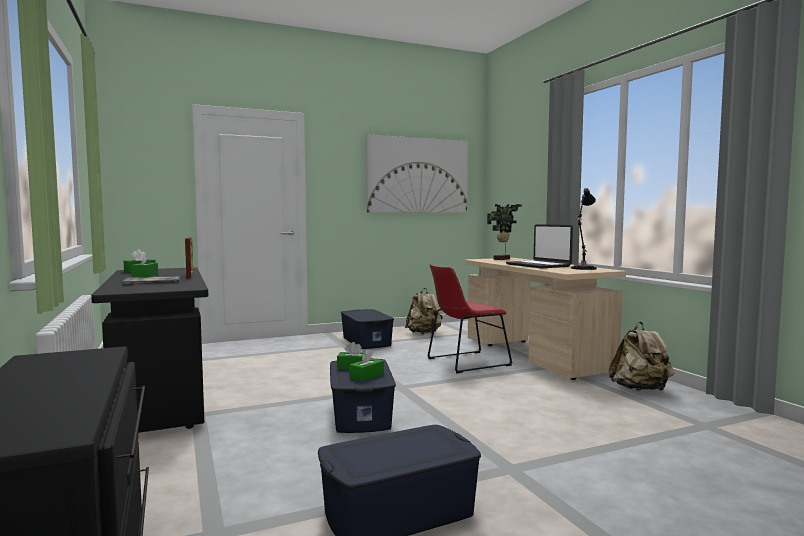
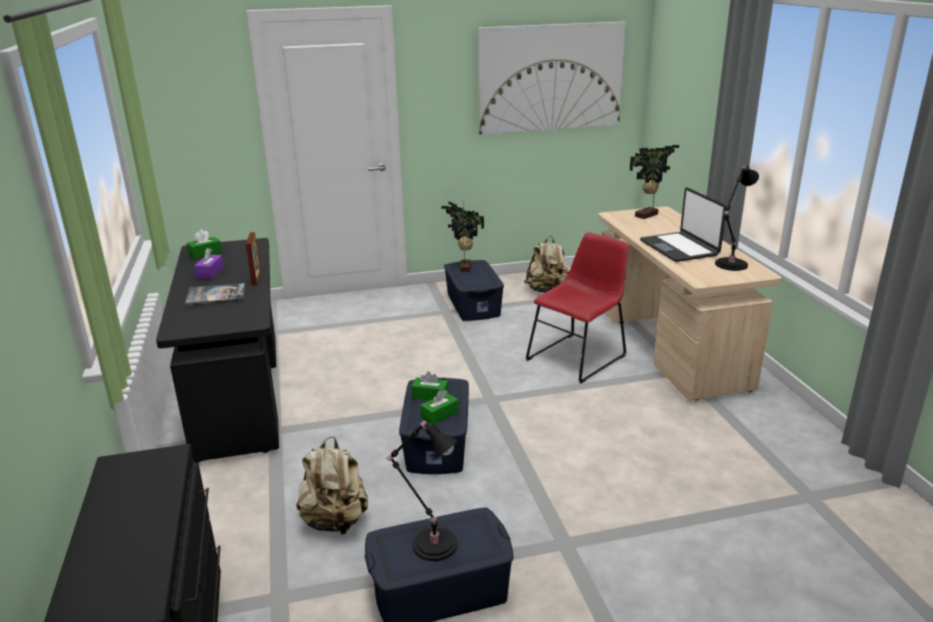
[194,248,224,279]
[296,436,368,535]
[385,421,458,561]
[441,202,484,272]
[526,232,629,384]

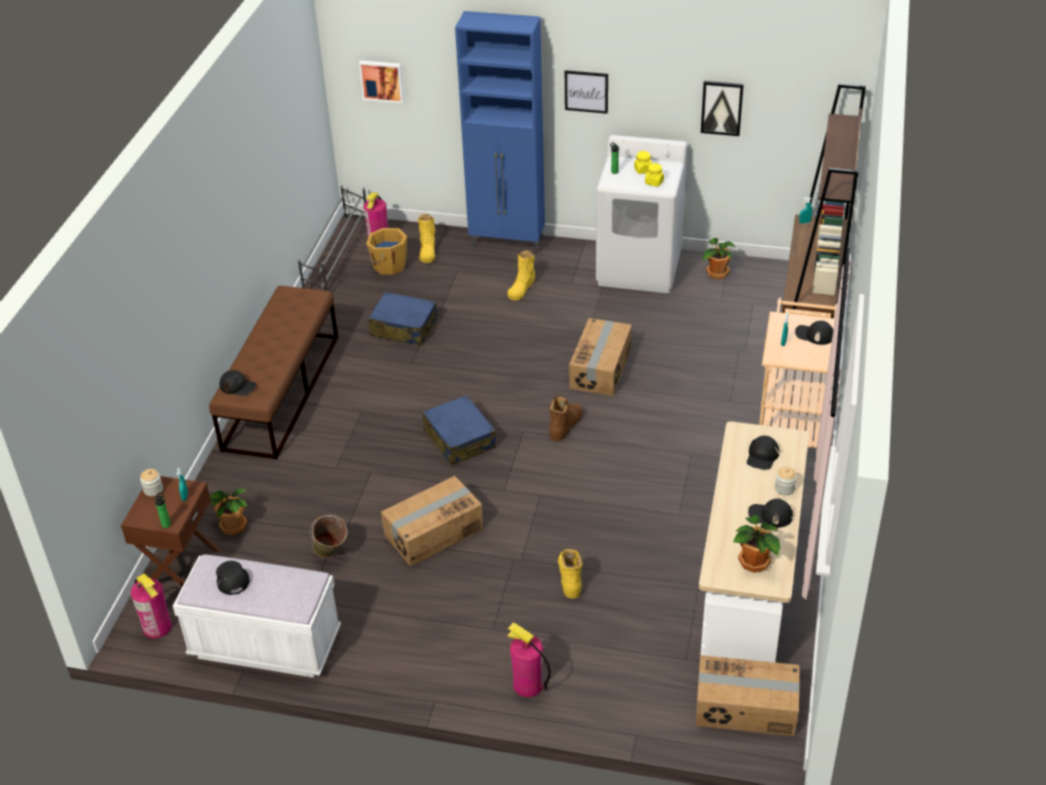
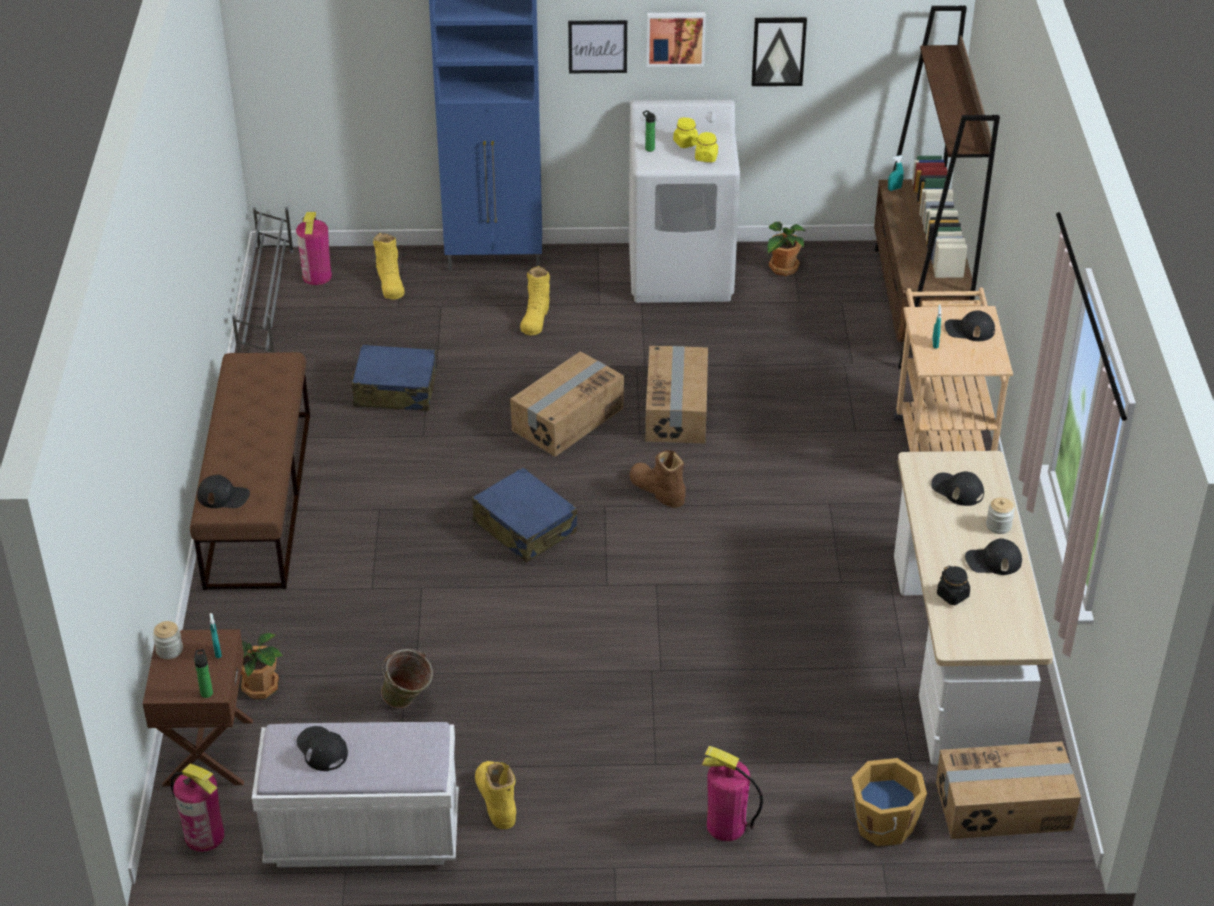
[475,761,516,829]
[510,351,624,457]
[630,450,686,508]
[647,12,706,67]
[851,758,927,846]
[931,471,984,506]
[937,565,970,605]
[733,515,780,573] (first image)

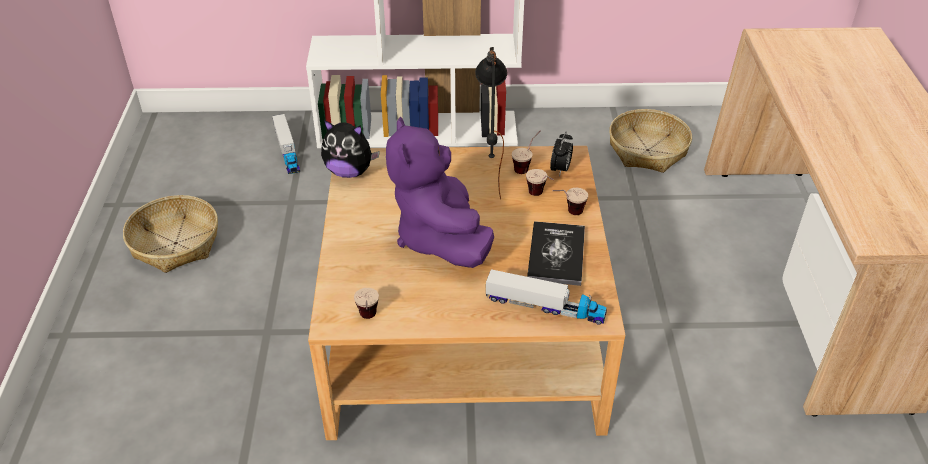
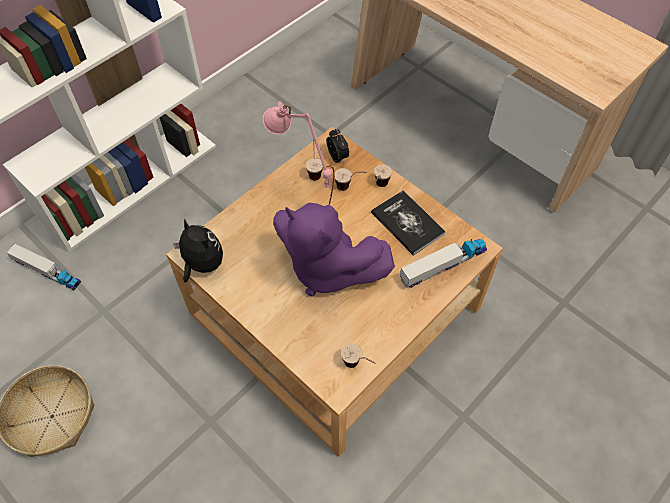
[173,218,223,282]
[263,101,335,205]
[609,109,692,173] (first image)

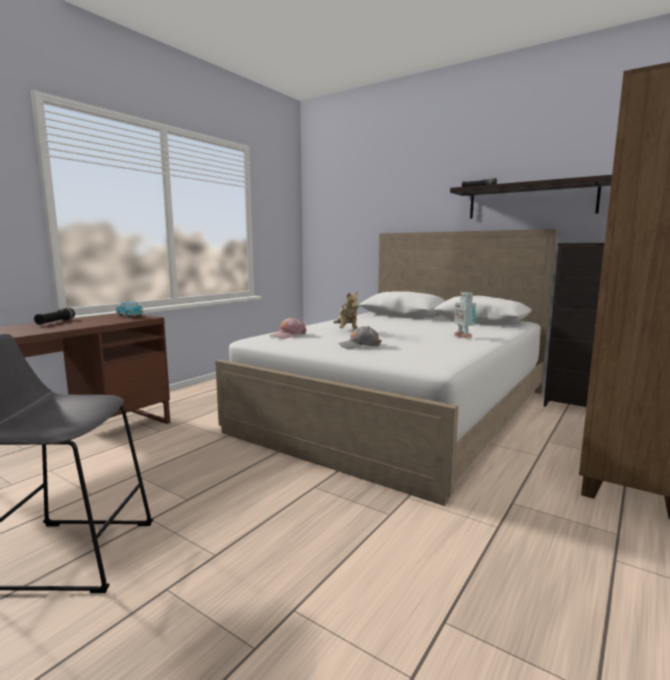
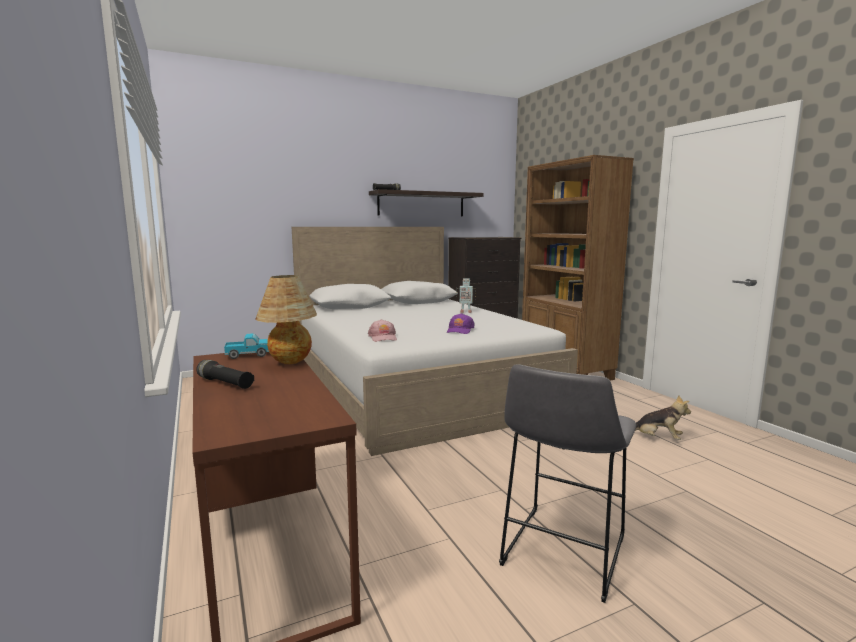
[255,275,317,364]
[447,313,475,334]
[635,395,691,440]

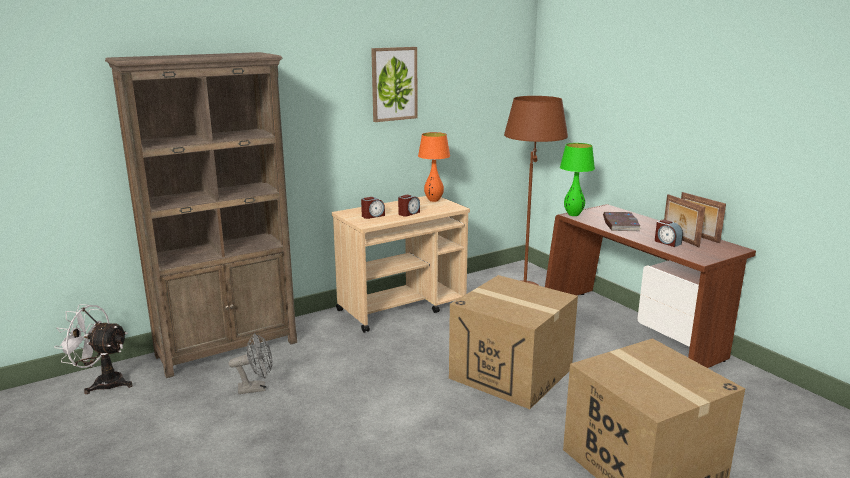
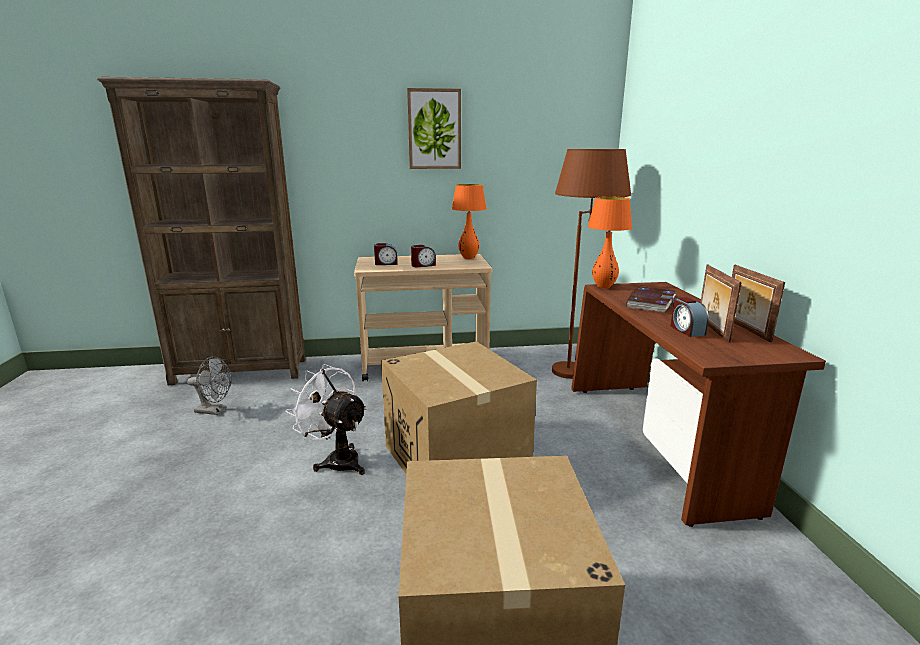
[286,364,367,475]
[588,196,632,288]

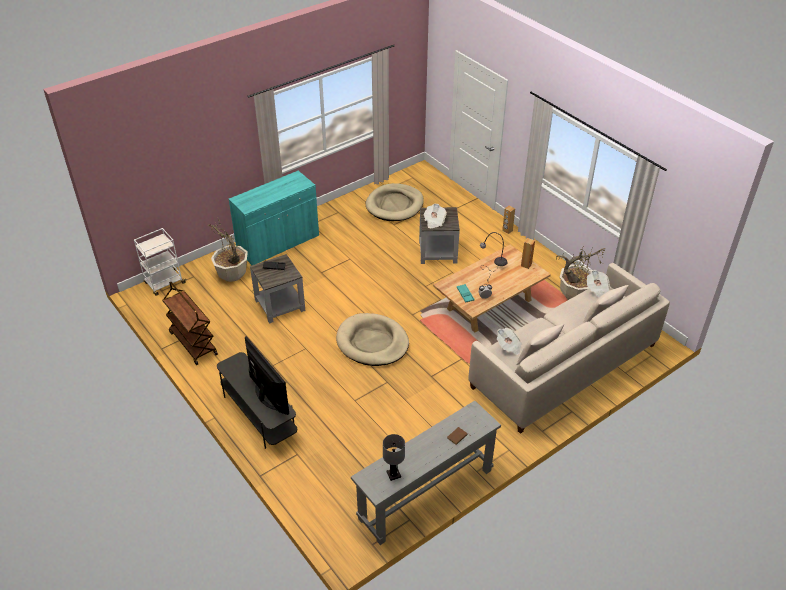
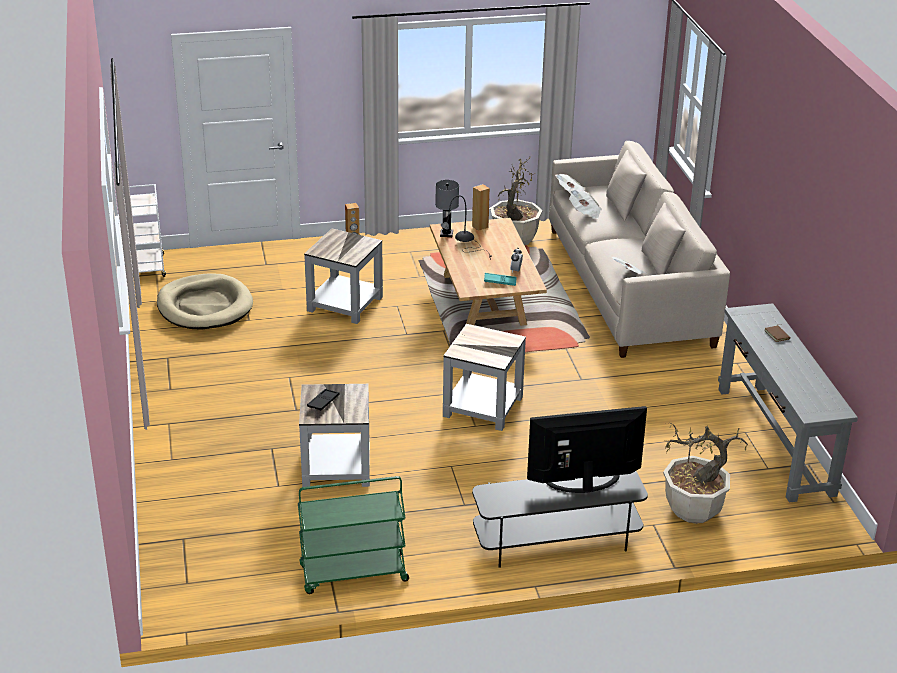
[124,184,166,278]
[298,476,409,594]
[435,180,459,237]
[443,324,526,431]
[569,189,602,219]
[663,423,748,524]
[229,171,319,265] (first image)

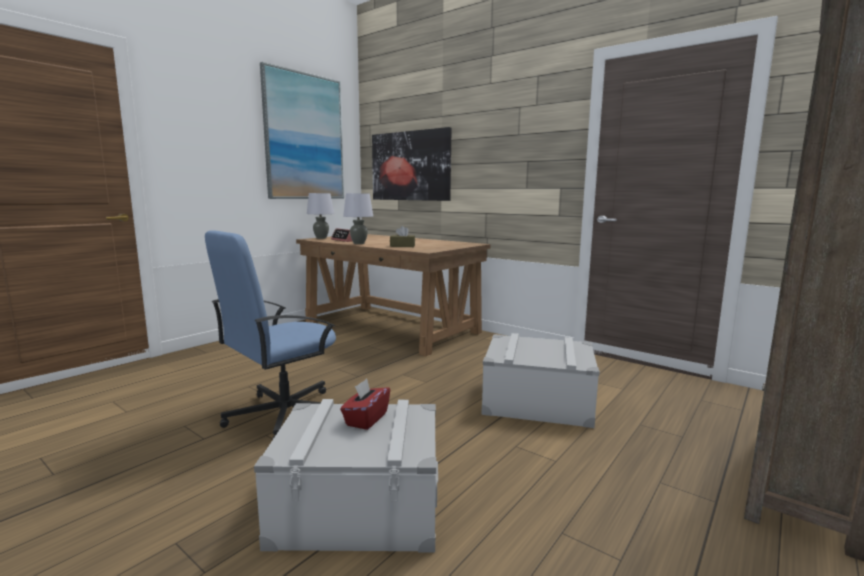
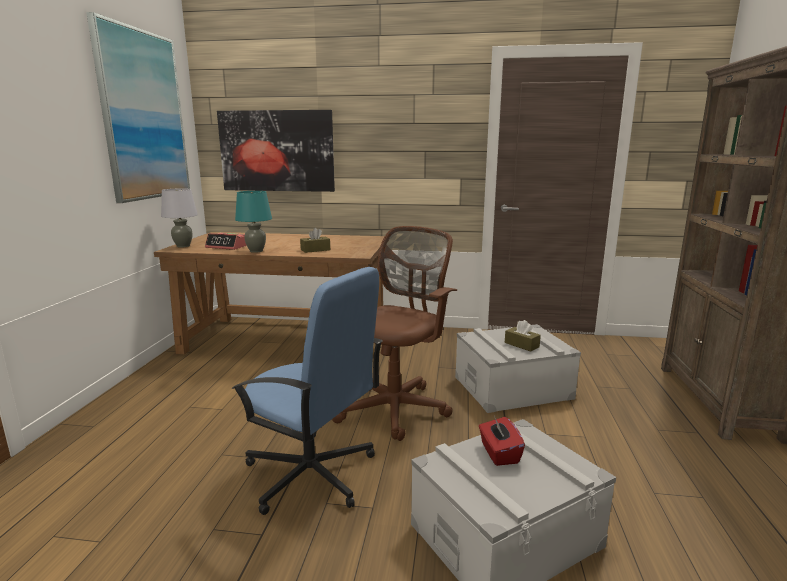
[231,267,383,515]
[235,191,272,253]
[332,226,457,441]
[505,320,541,352]

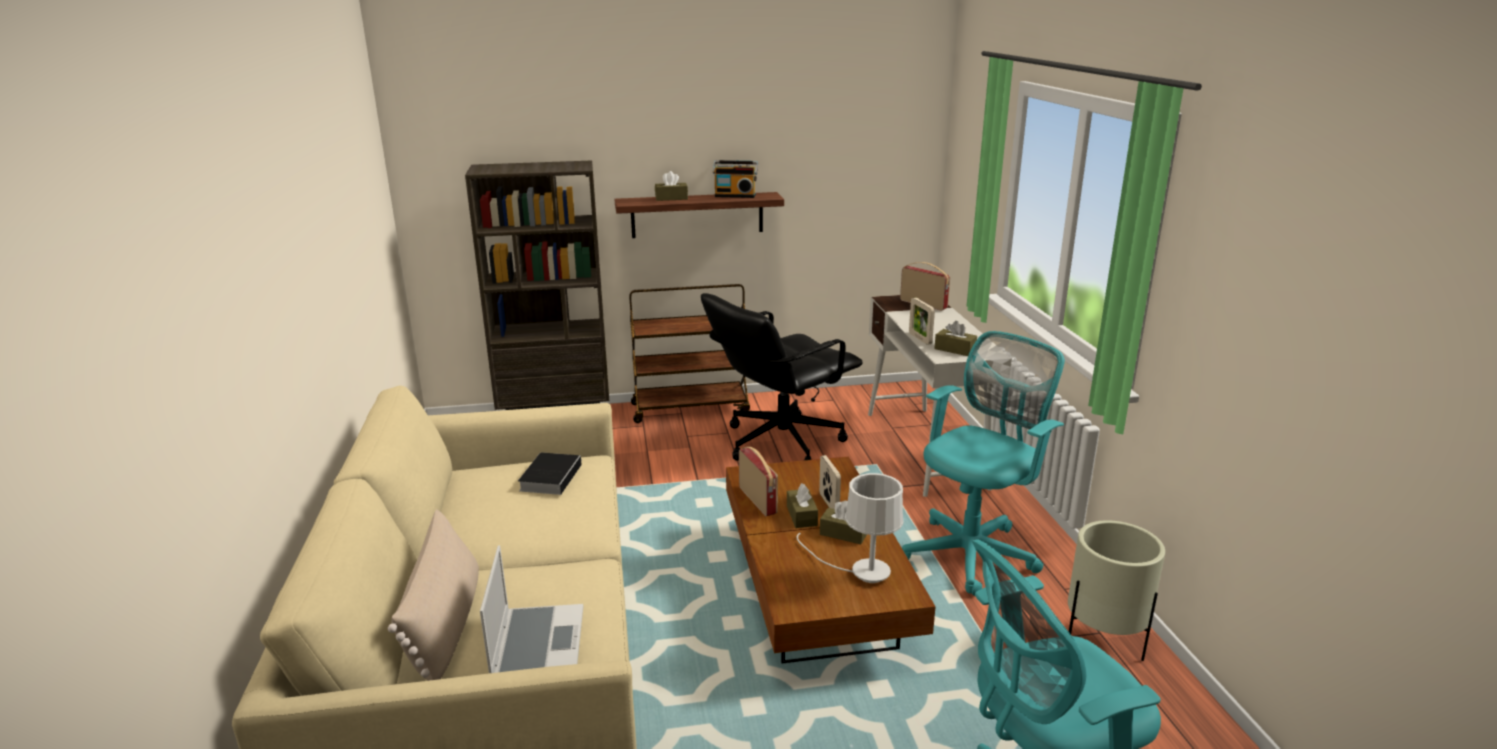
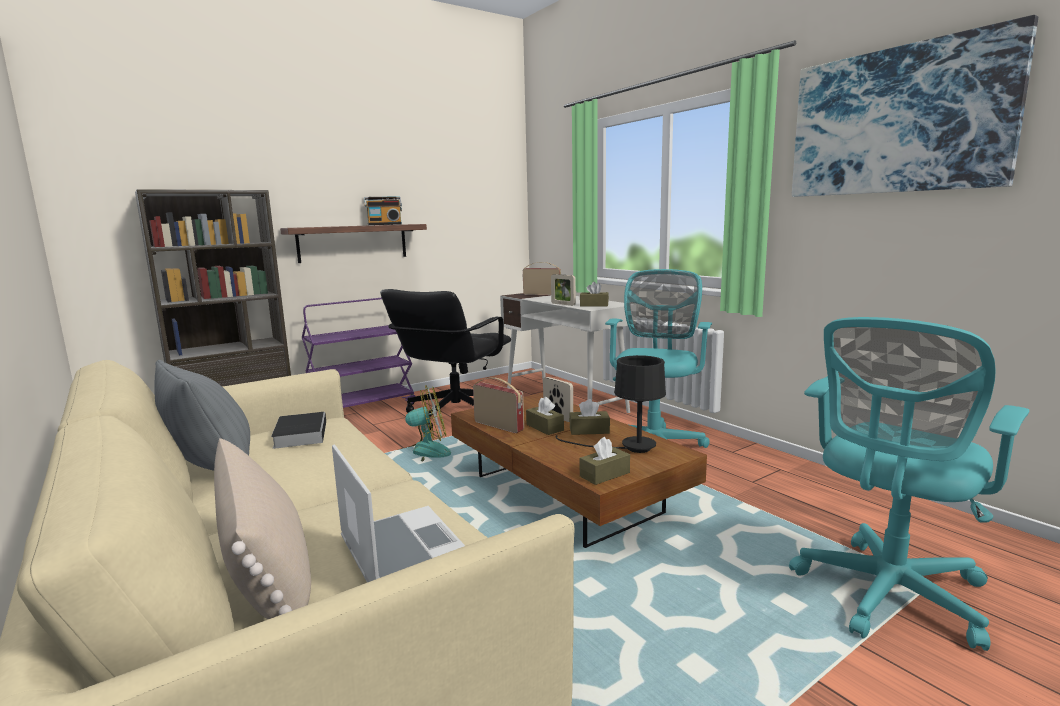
[154,360,250,471]
[302,298,415,408]
[398,385,451,462]
[556,355,666,453]
[580,437,630,485]
[792,15,1038,197]
[1068,520,1165,661] (first image)

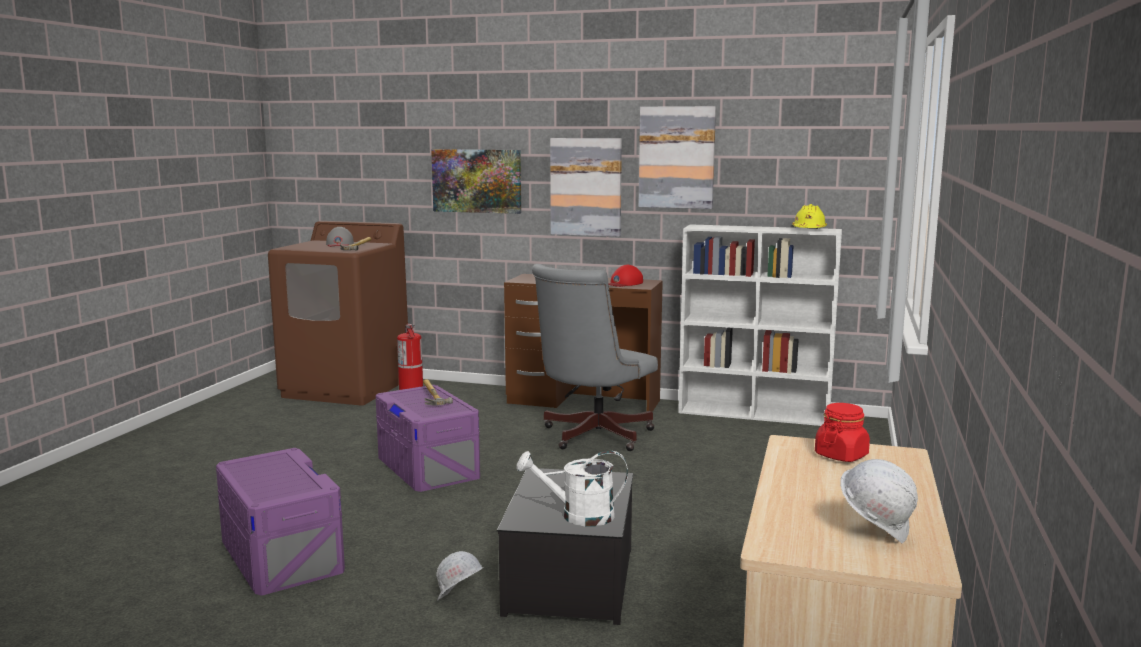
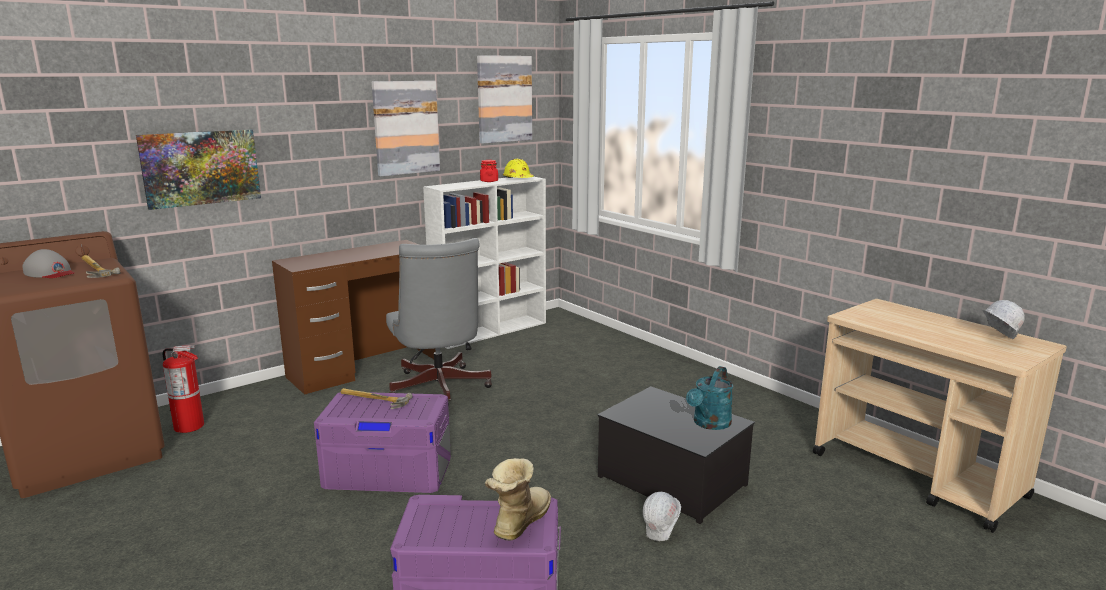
[477,55,532,144]
[480,160,498,182]
[485,458,551,541]
[686,366,733,430]
[608,265,643,287] (first image)

